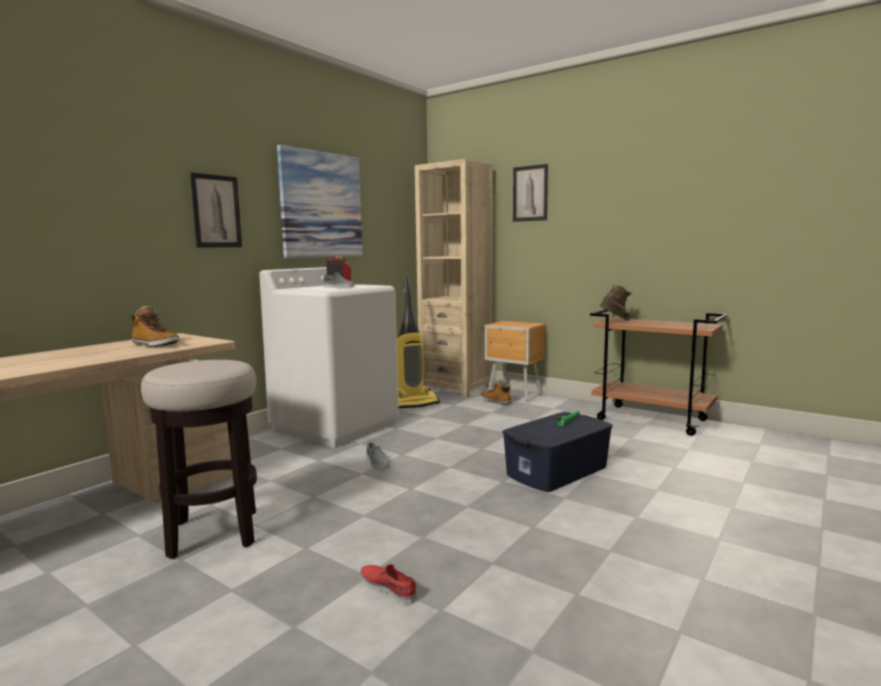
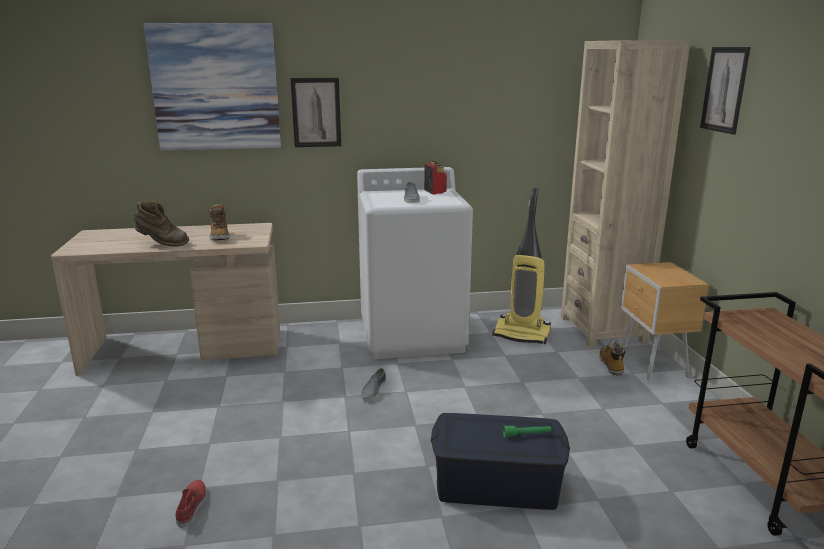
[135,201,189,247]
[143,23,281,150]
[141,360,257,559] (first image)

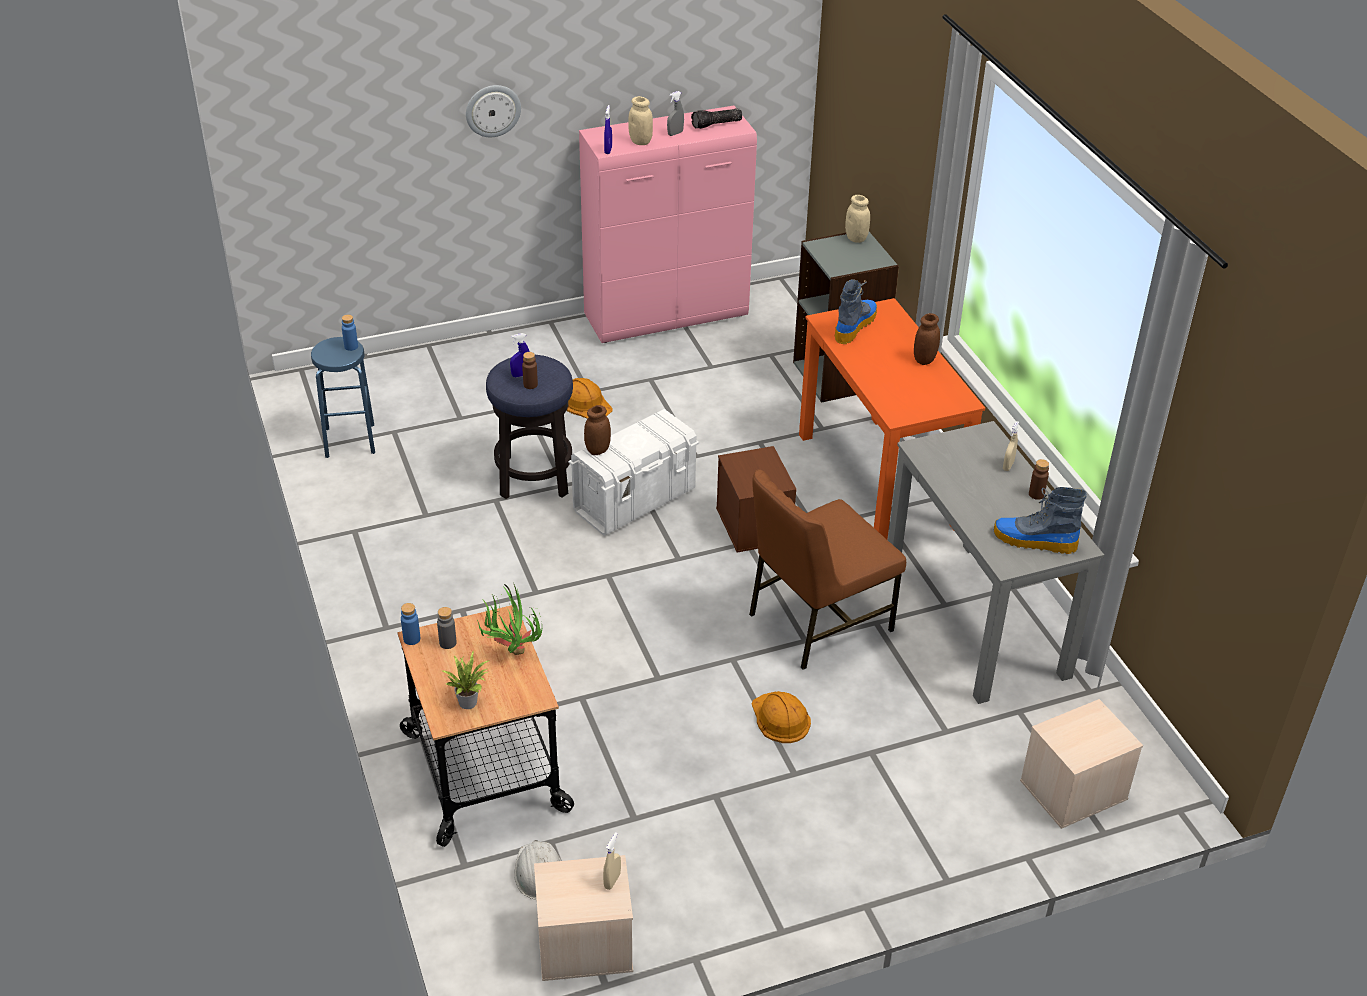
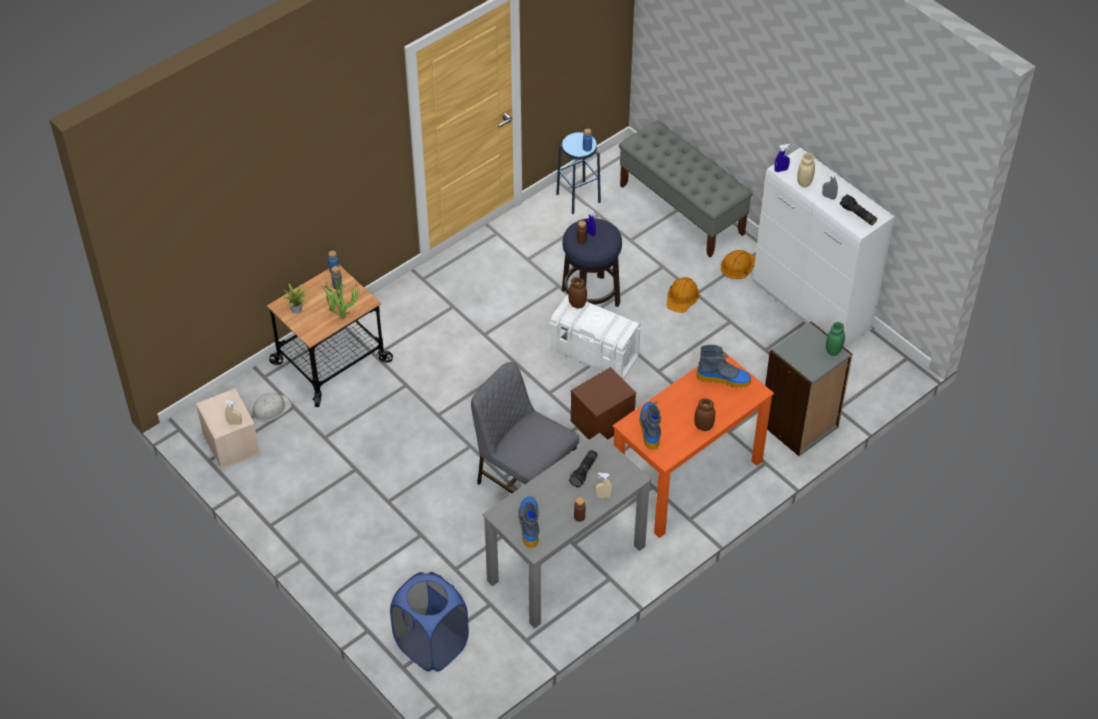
[390,572,469,672]
[471,362,579,493]
[569,450,598,487]
[619,120,753,257]
[639,401,662,450]
[721,250,755,279]
[753,147,895,348]
[826,322,845,356]
[466,85,521,137] (first image)

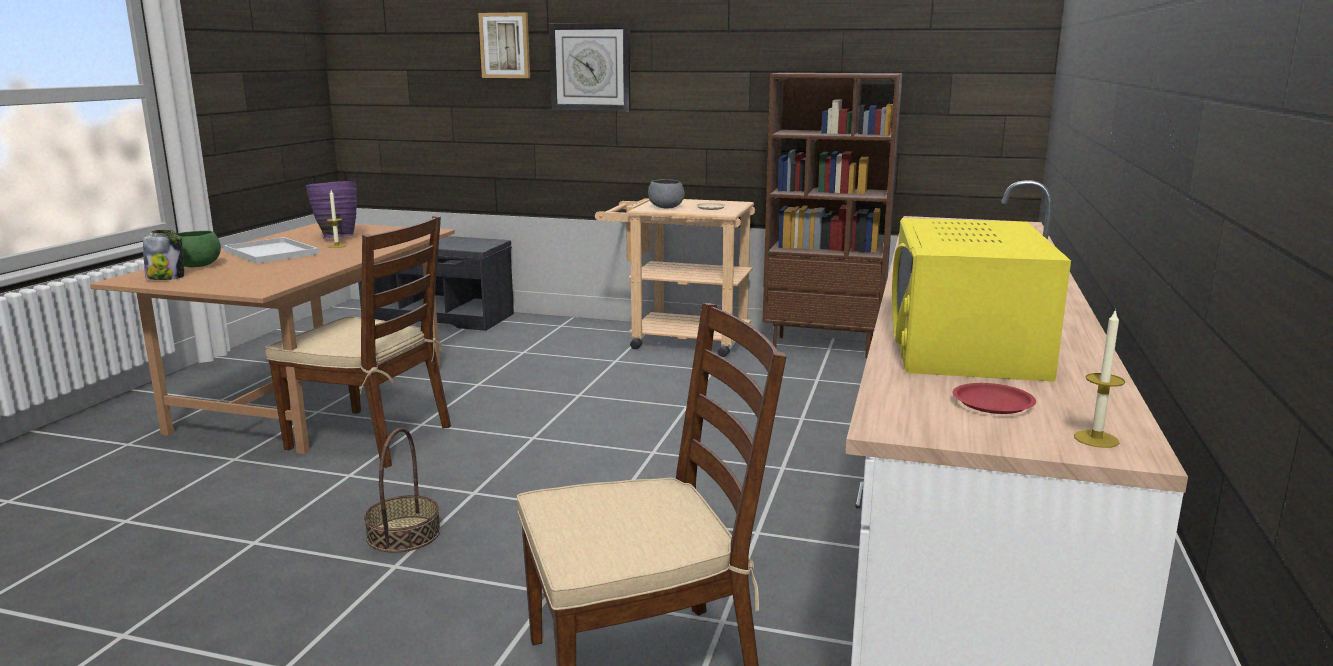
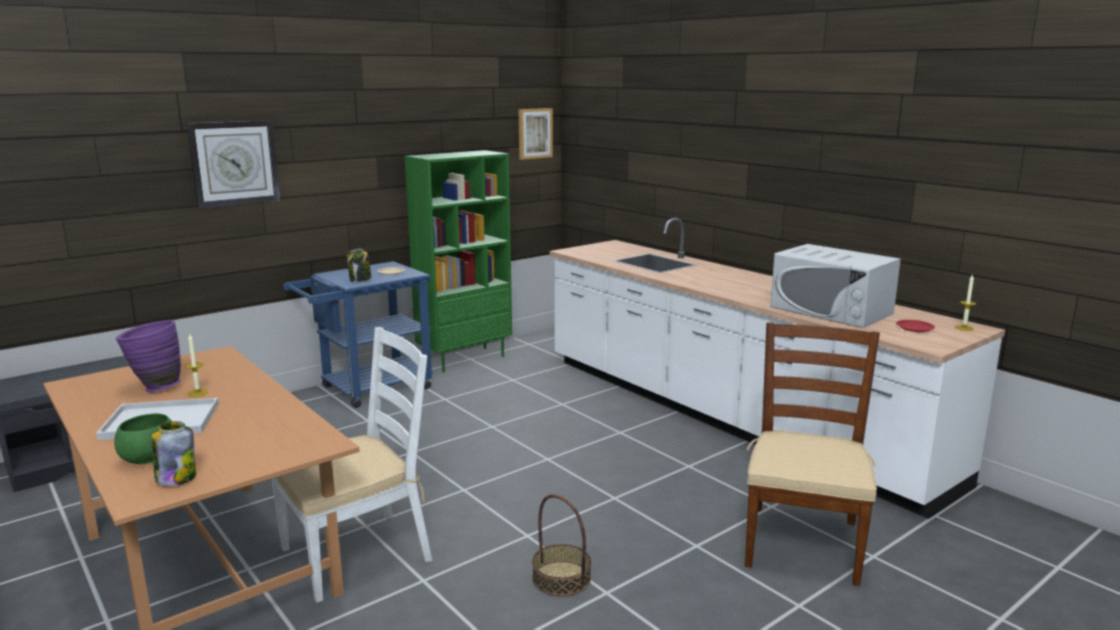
[272,327,433,603]
[283,261,433,408]
[346,249,372,282]
[405,150,512,372]
[519,108,553,160]
[770,244,901,328]

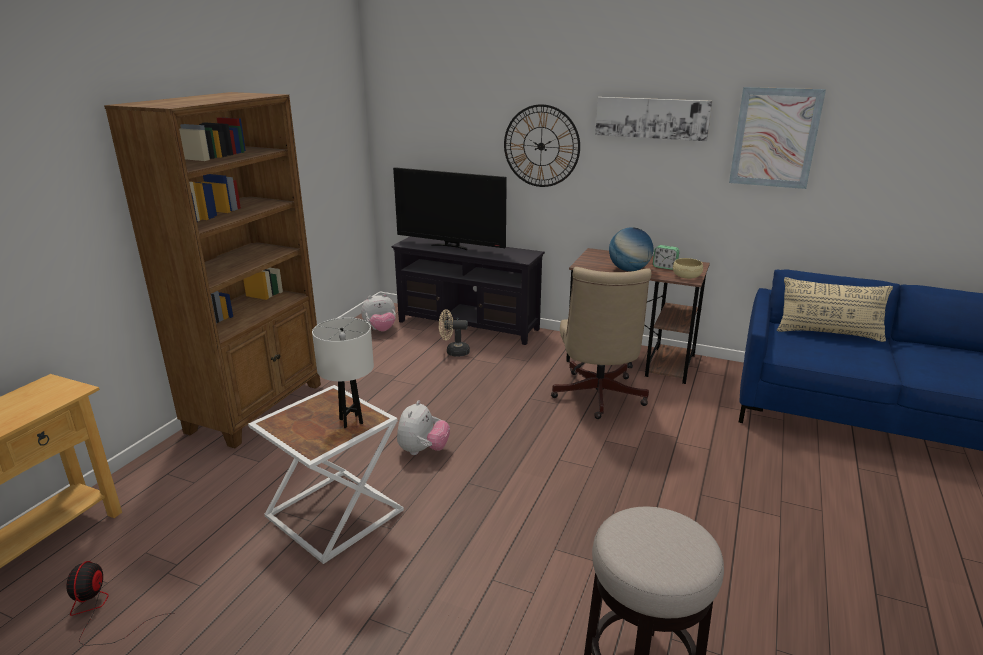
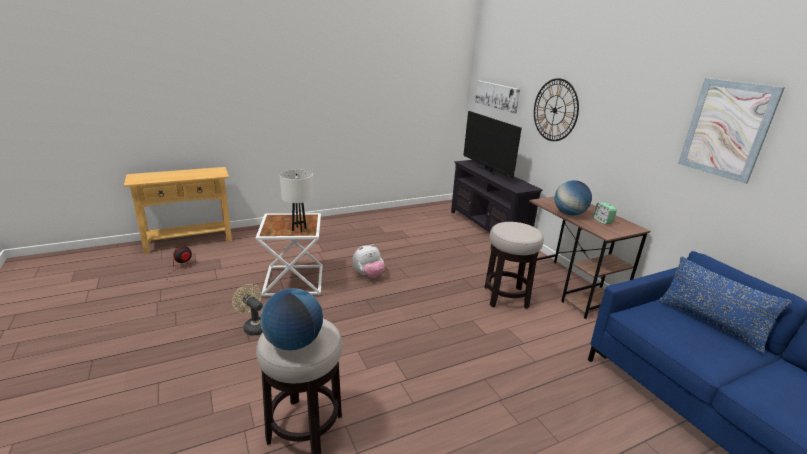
[232,284,263,336]
[260,288,323,350]
[475,81,520,113]
[484,222,544,309]
[659,257,792,353]
[104,92,321,448] (first image)
[361,294,396,331] (first image)
[673,258,703,279] (first image)

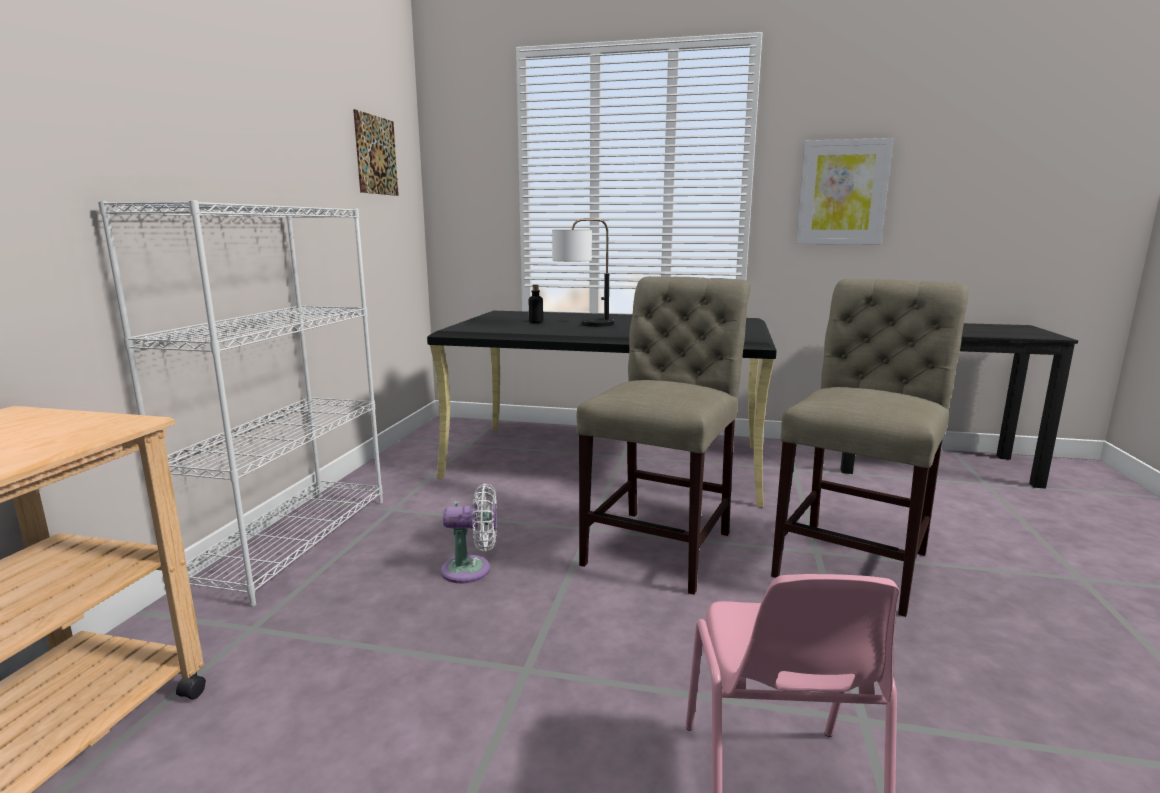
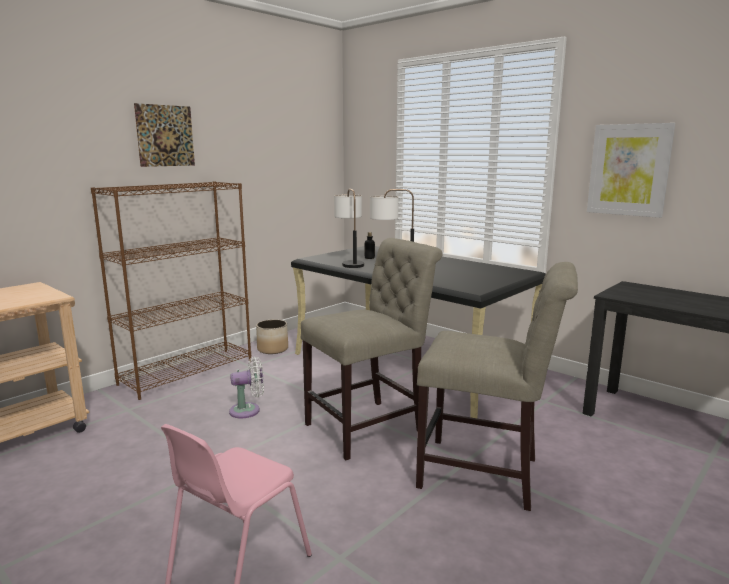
[91,181,251,400]
[134,103,195,167]
[229,357,264,418]
[256,320,288,354]
[334,189,364,268]
[416,262,578,511]

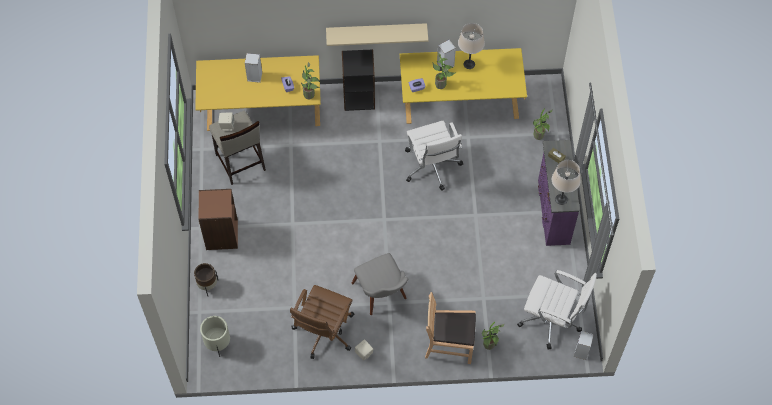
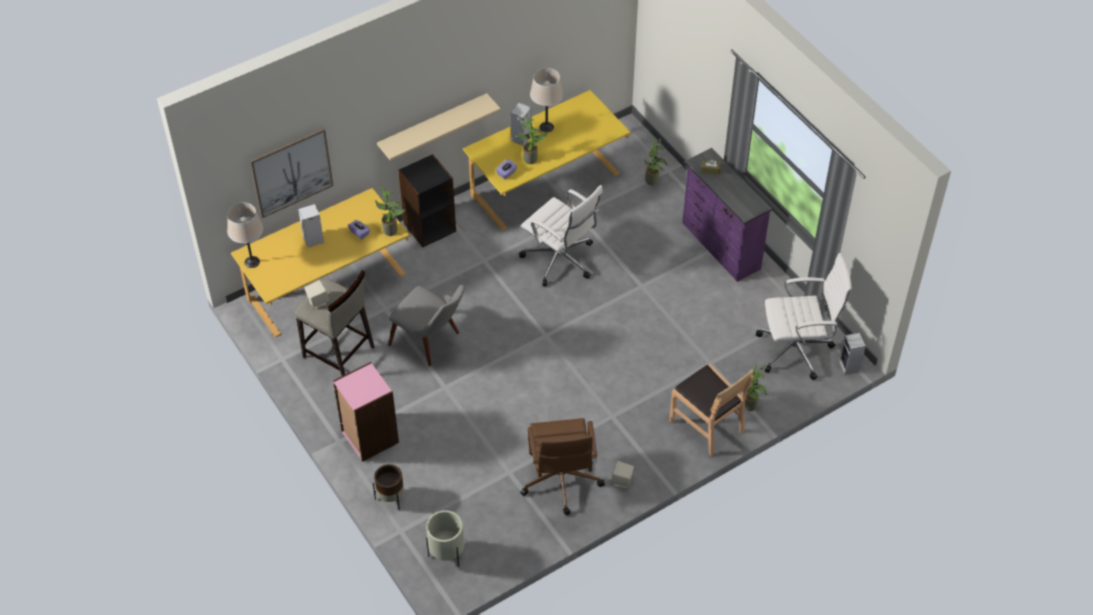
[227,202,263,268]
[249,128,333,218]
[333,362,399,462]
[388,284,465,366]
[669,364,754,456]

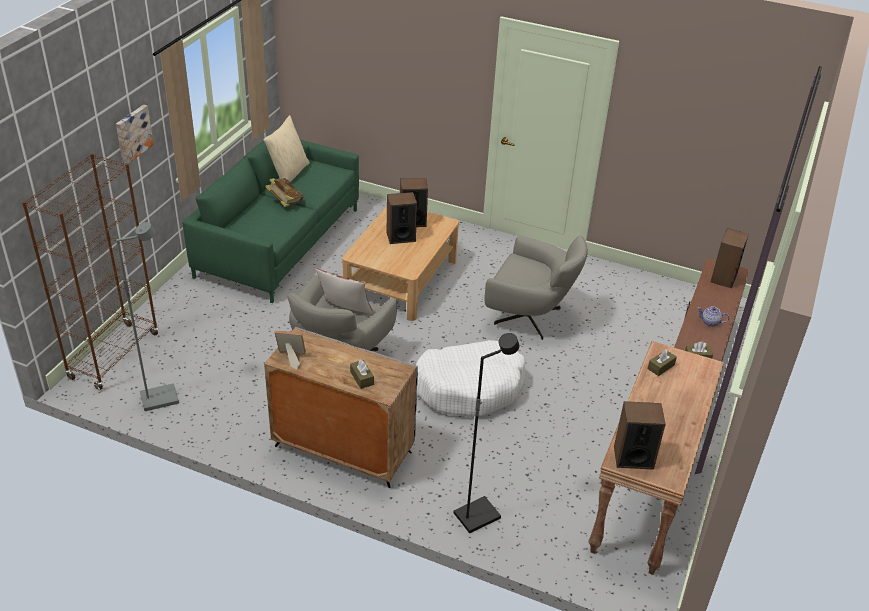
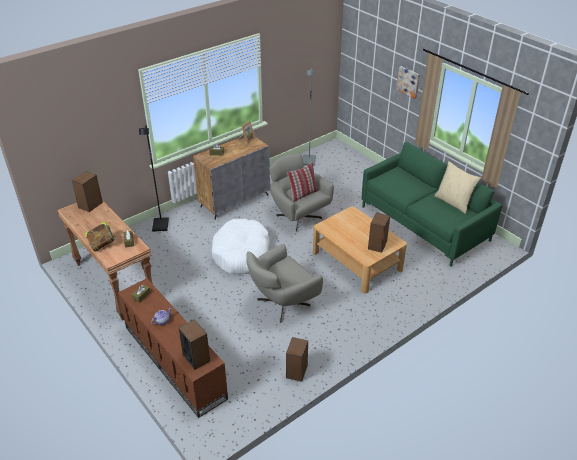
[84,221,116,252]
[286,337,308,382]
[22,153,158,390] (first image)

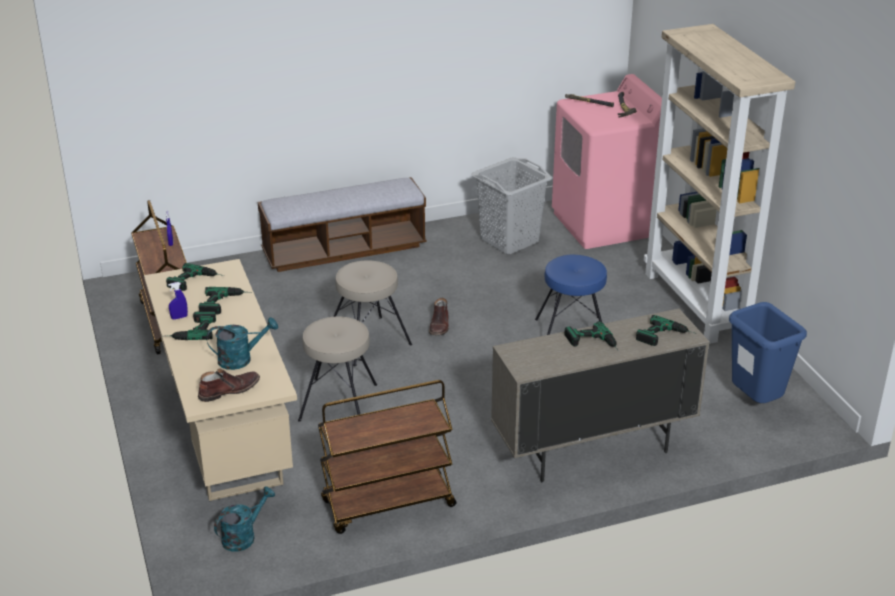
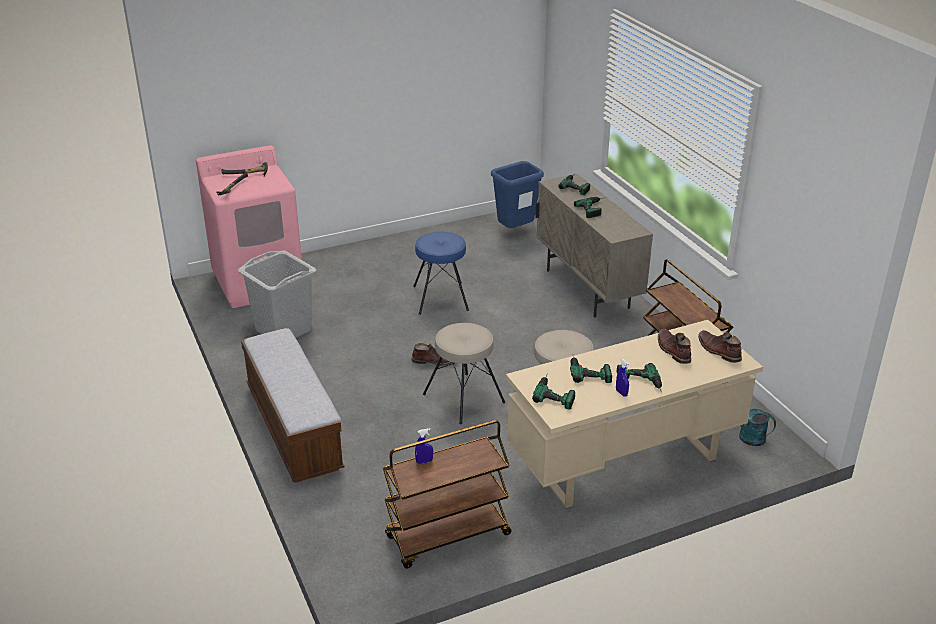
[658,329,691,364]
[644,24,795,344] (first image)

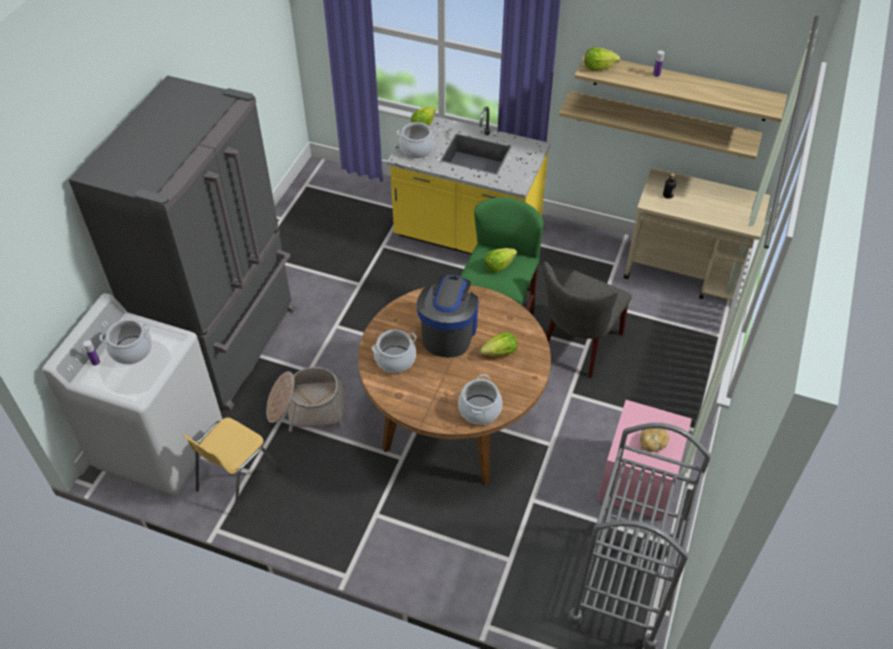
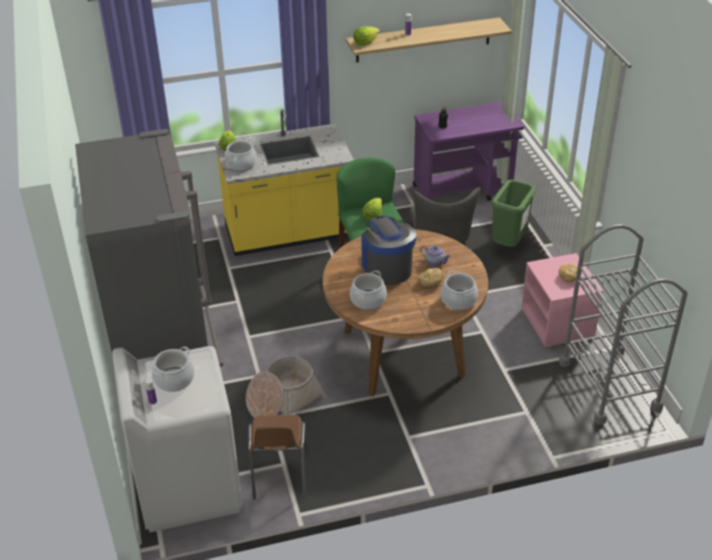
[248,415,307,499]
[413,102,524,201]
[417,268,443,287]
[420,246,450,267]
[491,180,536,247]
[559,91,762,160] (first image)

